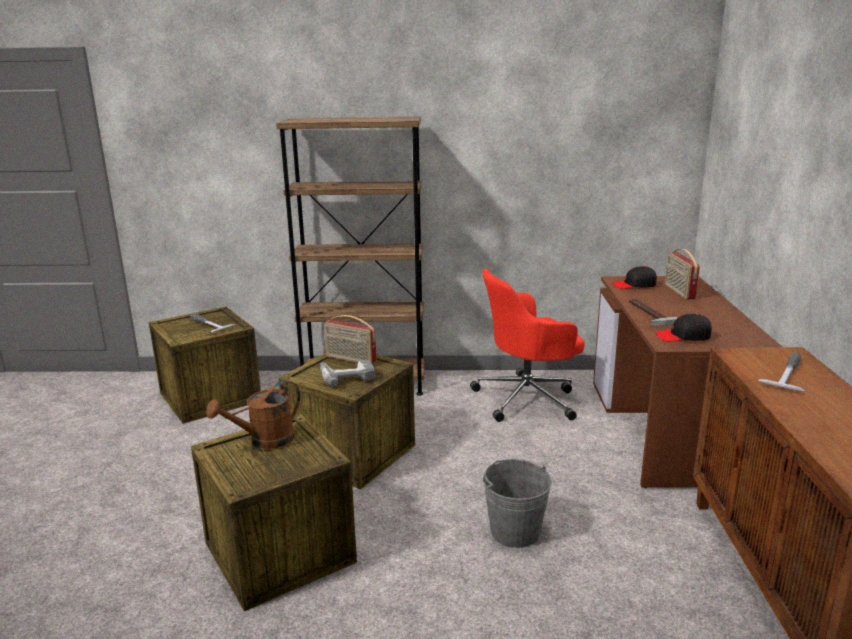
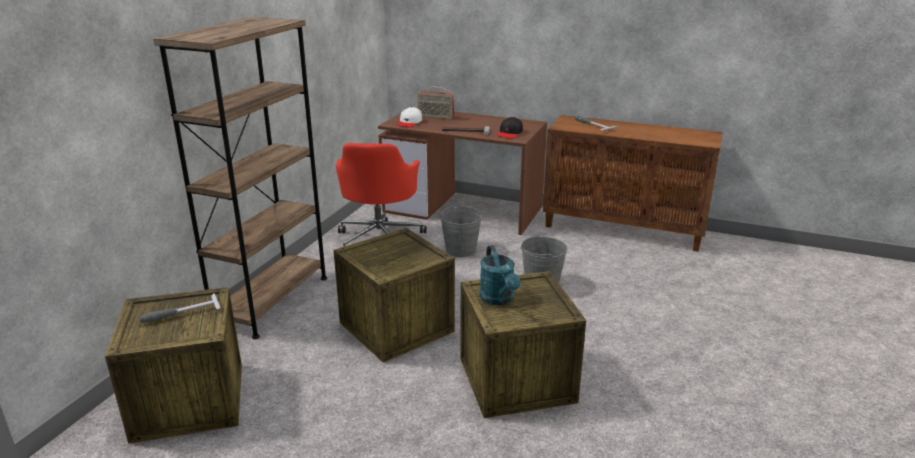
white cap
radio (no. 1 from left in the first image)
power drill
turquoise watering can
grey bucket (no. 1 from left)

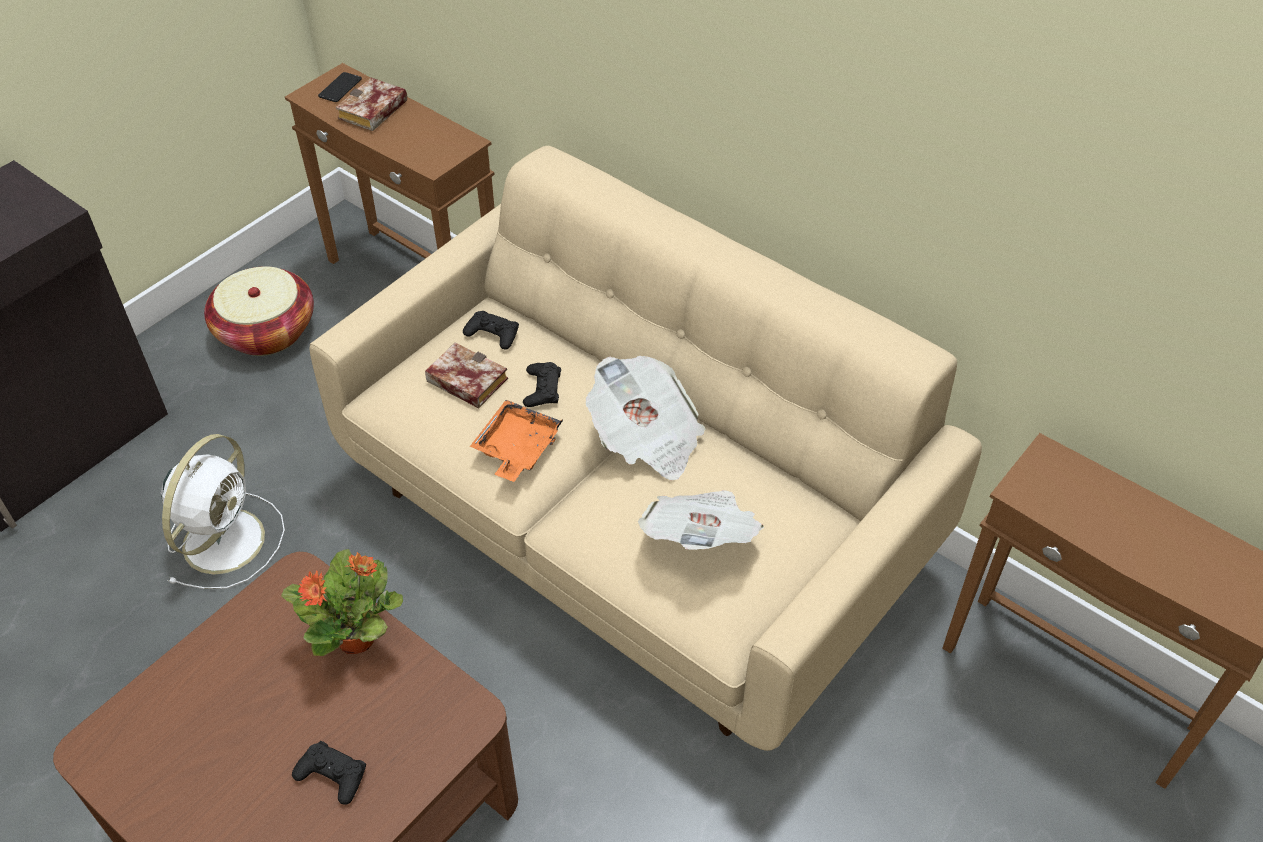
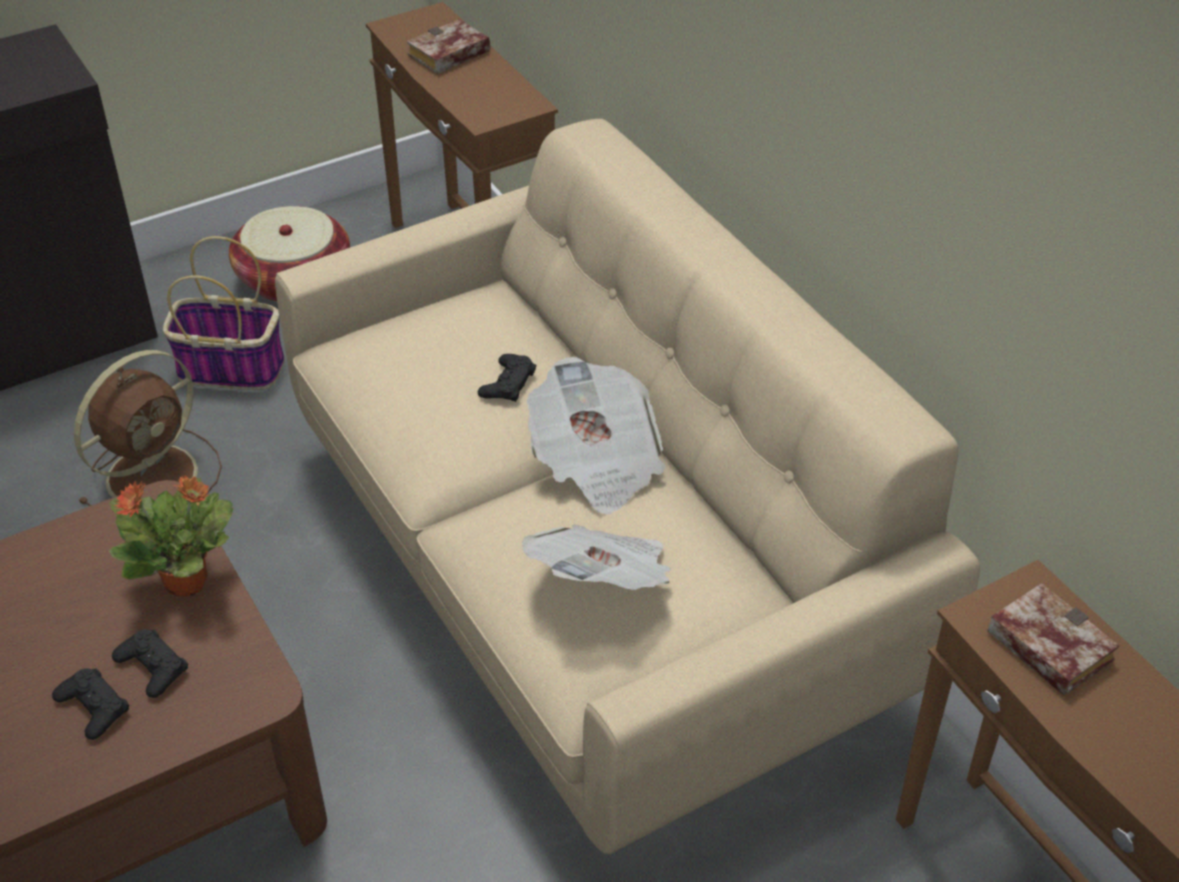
phone
black game controller (no. 2 from left)
book (no. 2 from left)
orange tray
brown fan
basket (no. 1 from left)

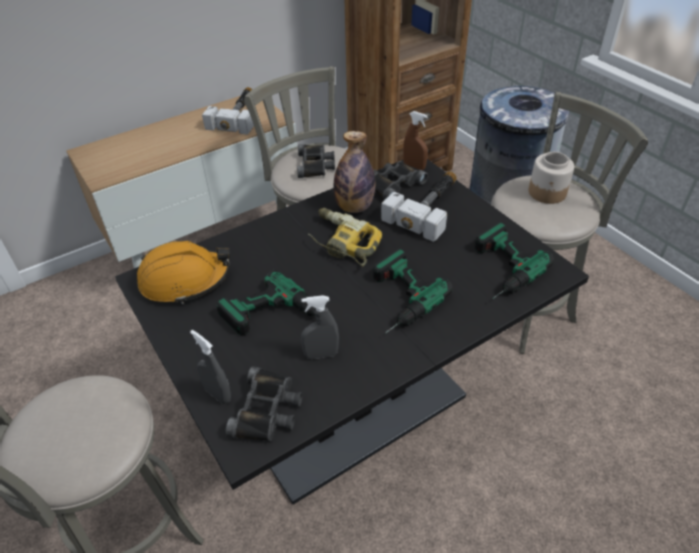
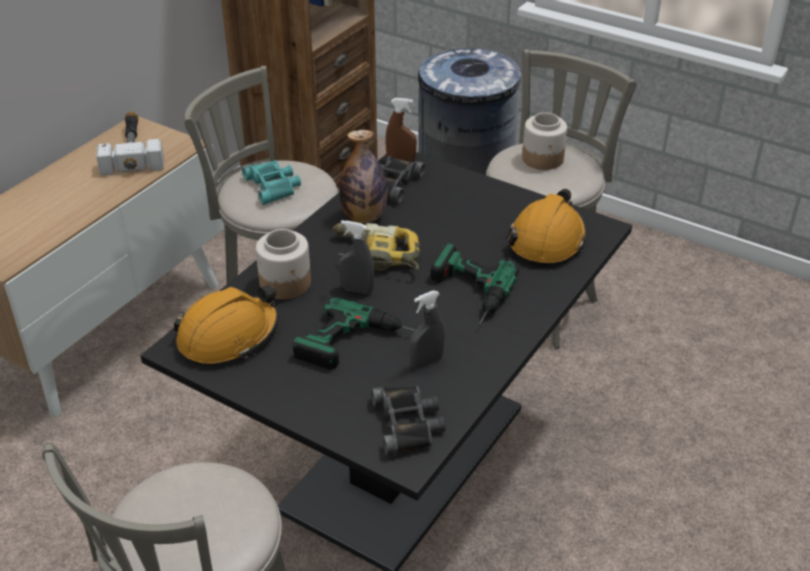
turquoise binoculars
hammer (no. 2 from left in the first image)
orange hard hat (no. 2 from left)
grey spray bottle (no. 1 from left)
jar (no. 1 from left)

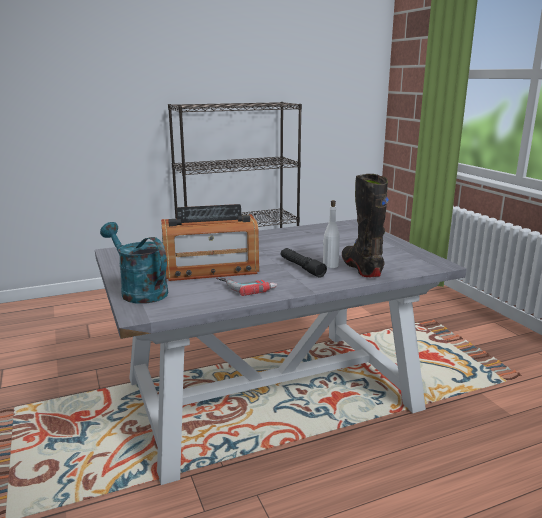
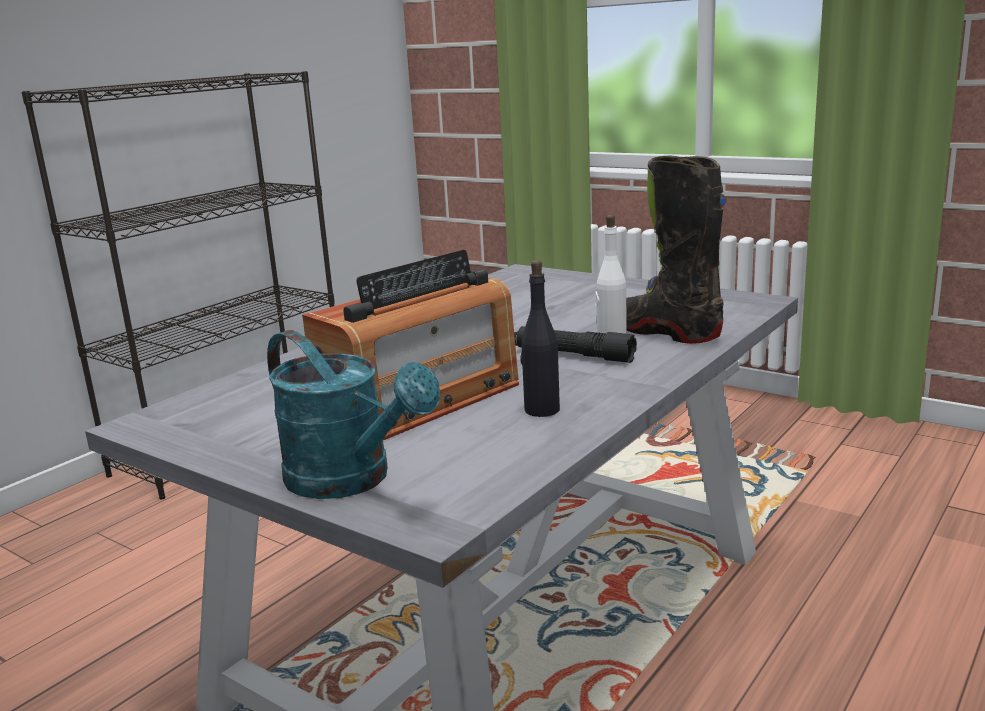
turquoise watering can
black bottle

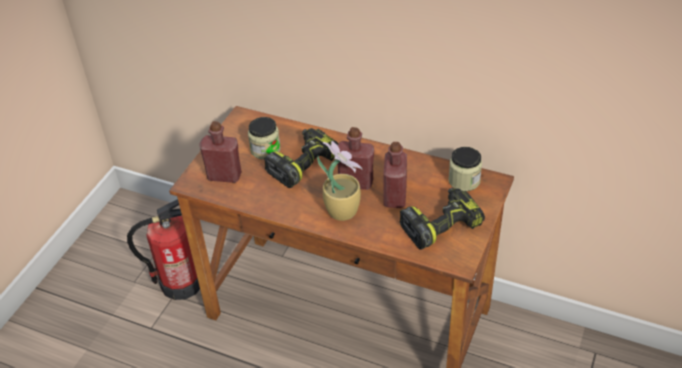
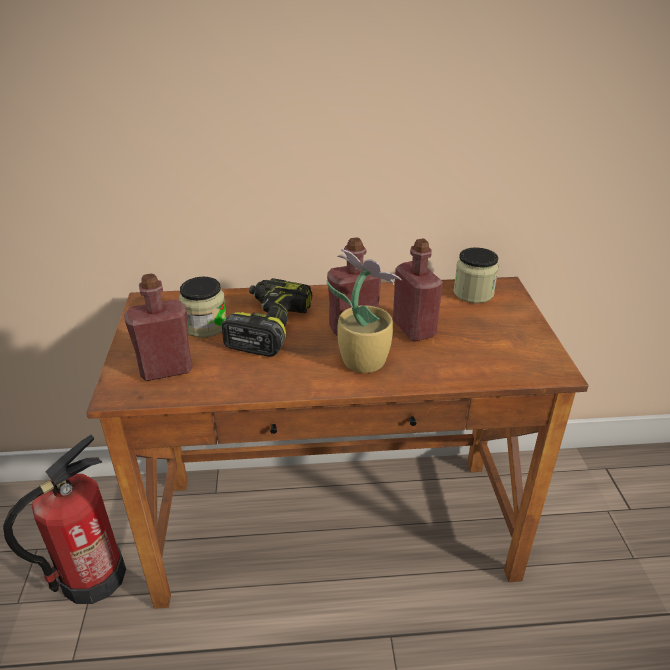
power drill (no. 2 from left in the first image)

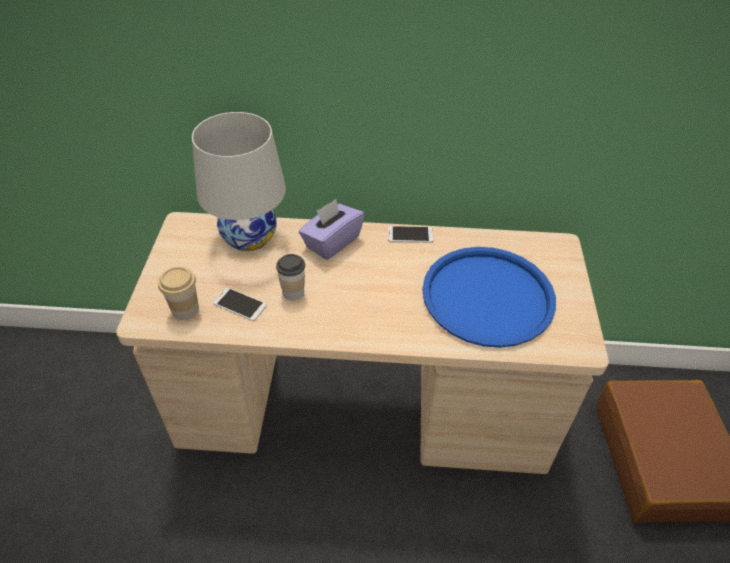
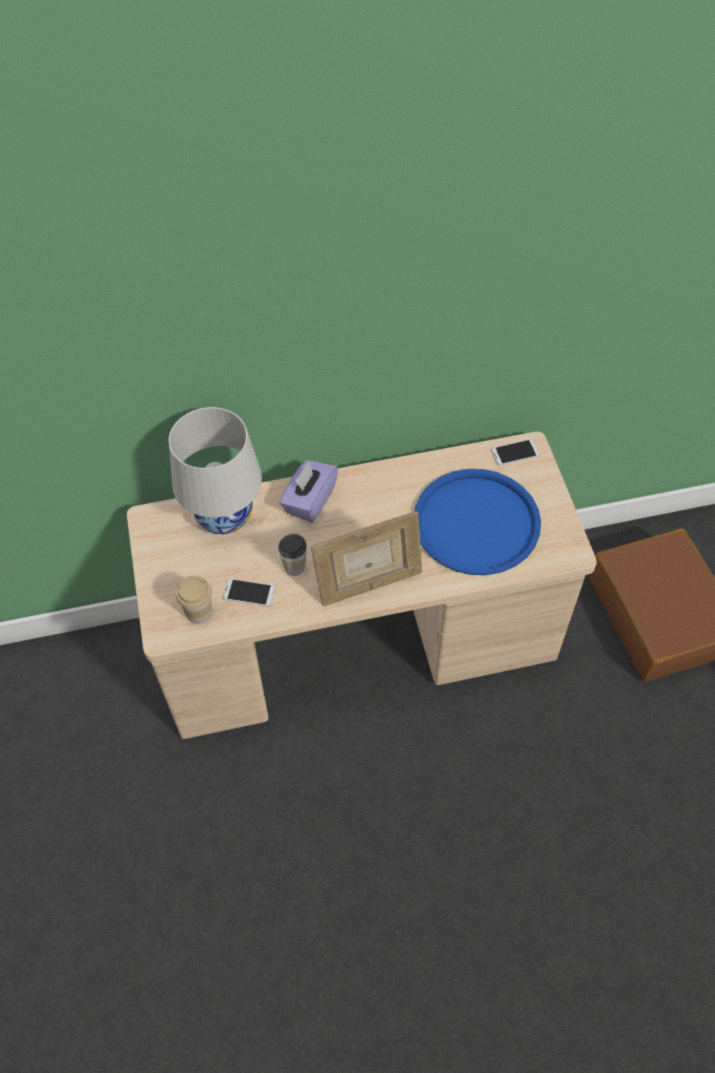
phone (no. 2 from left)
picture frame

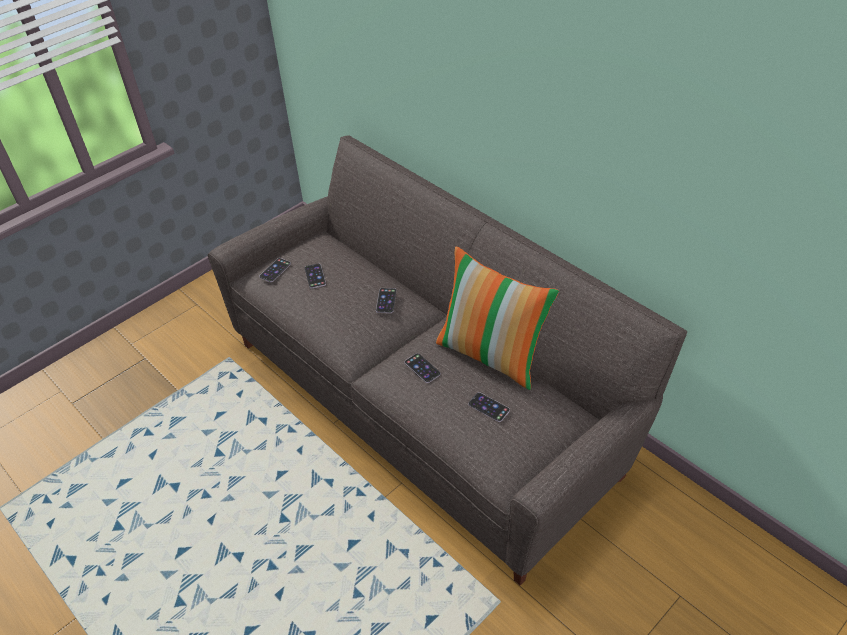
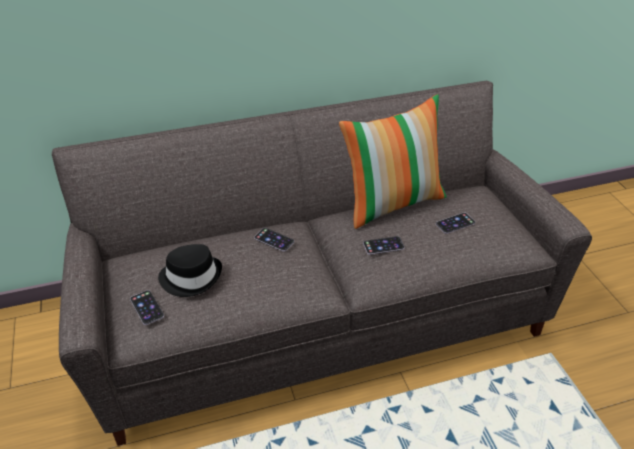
black hat

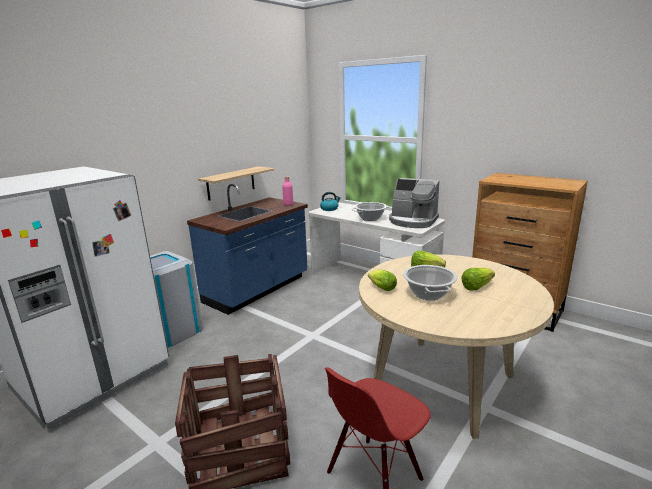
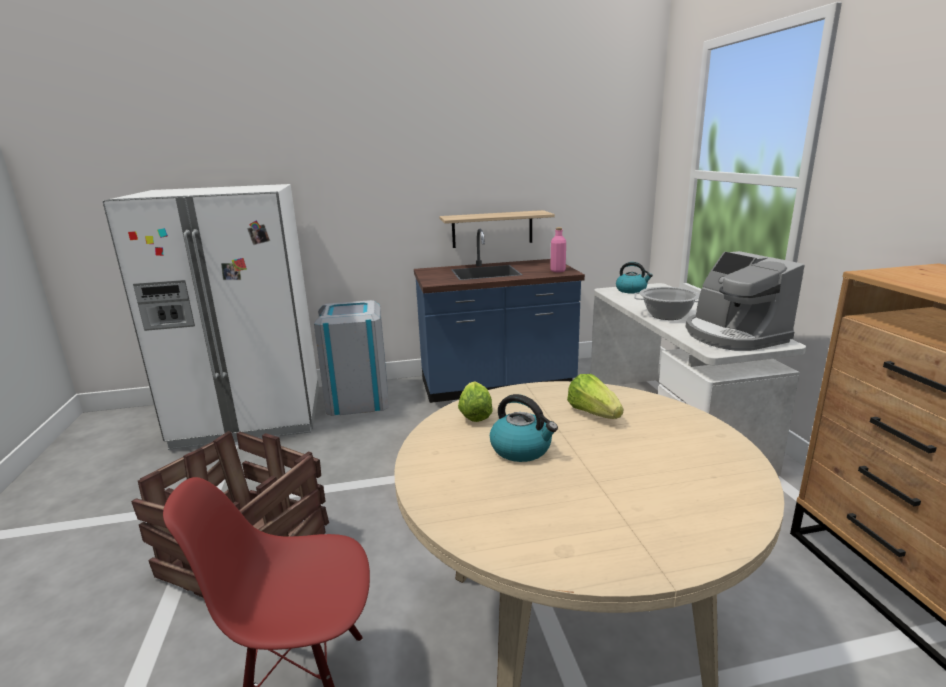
kettle (no. 1 from left)
lettuce (no. 3 from left in the first image)

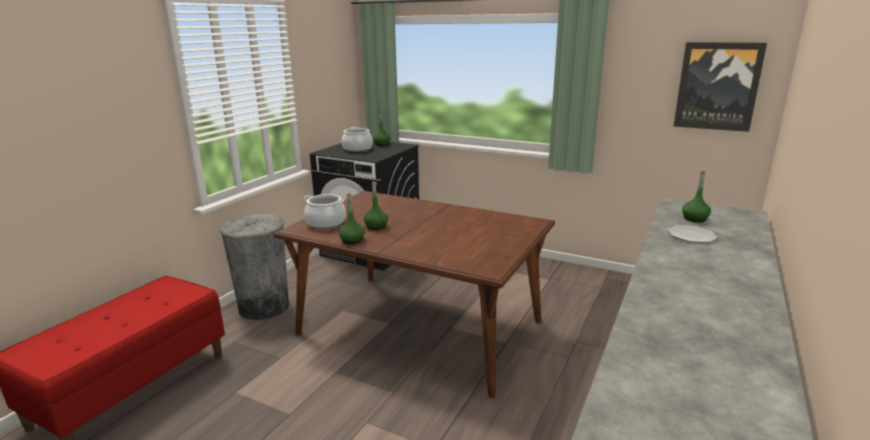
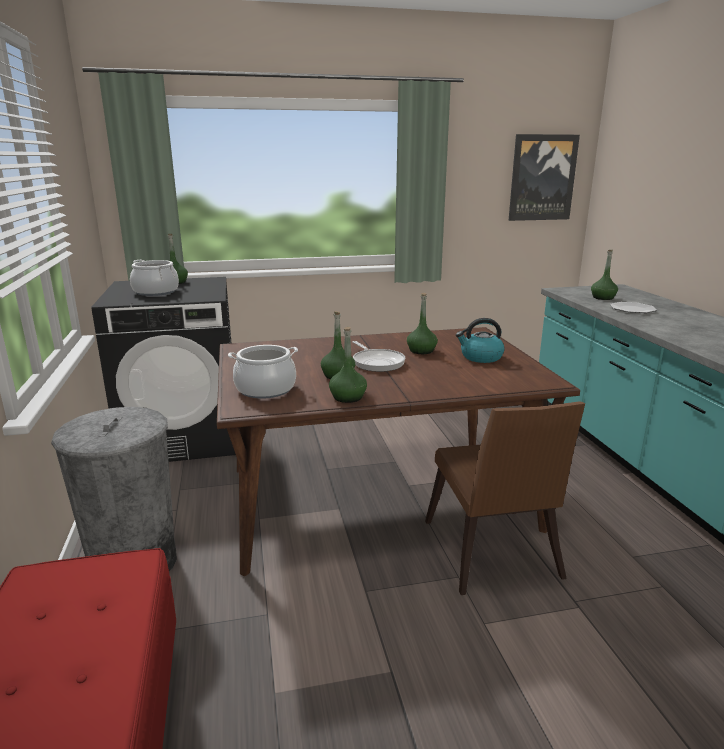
green bottle (no. 4 from left)
kettle
frying pan
brown chair

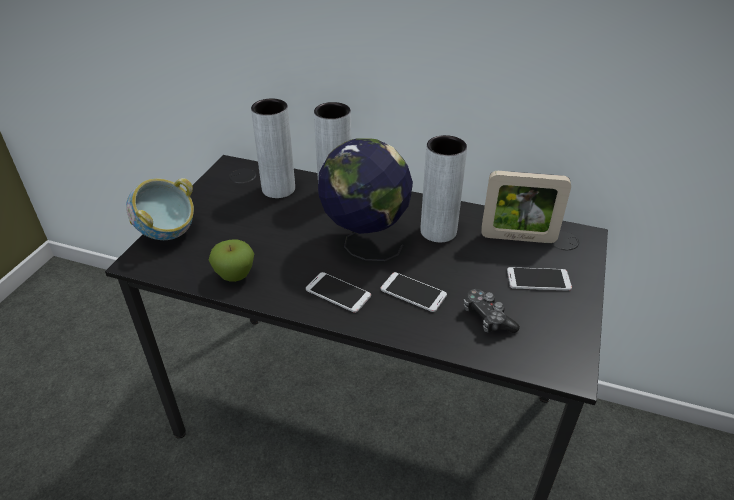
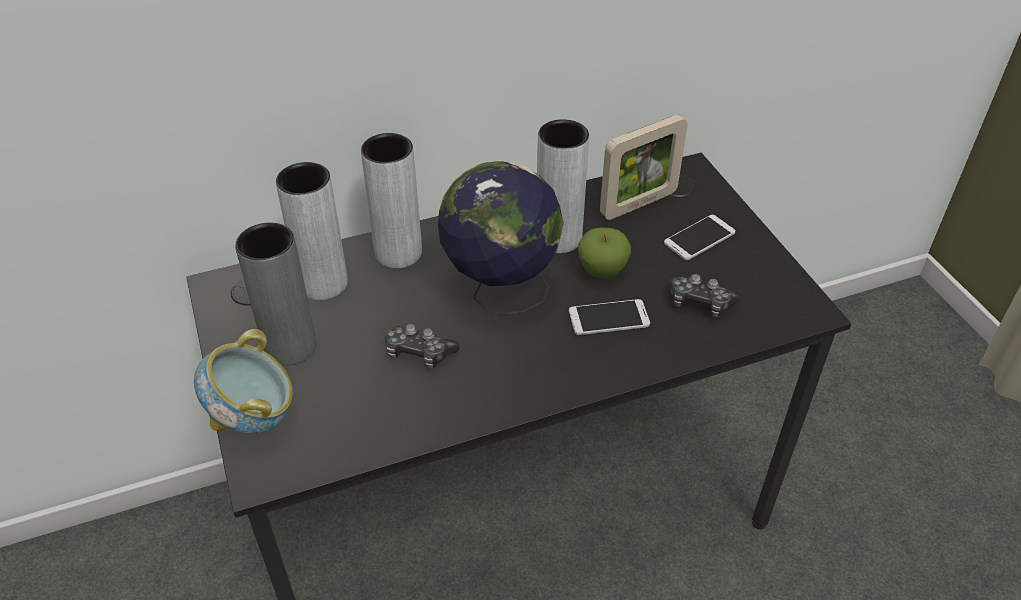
apple
phone (no. 1 from left in the first image)
grey vase (no. 1 from left)
game controller (no. 1 from left)

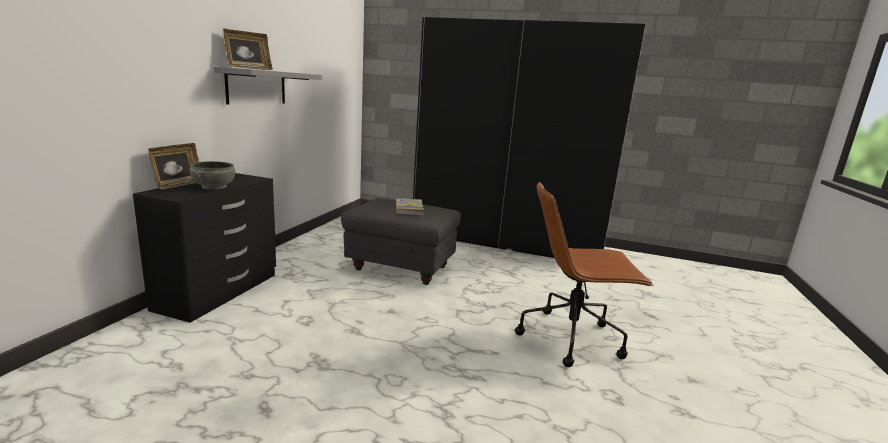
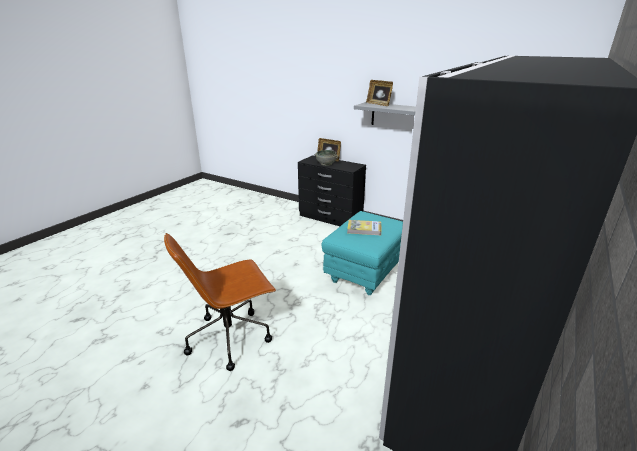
brown office chair
turquoise ottoman

